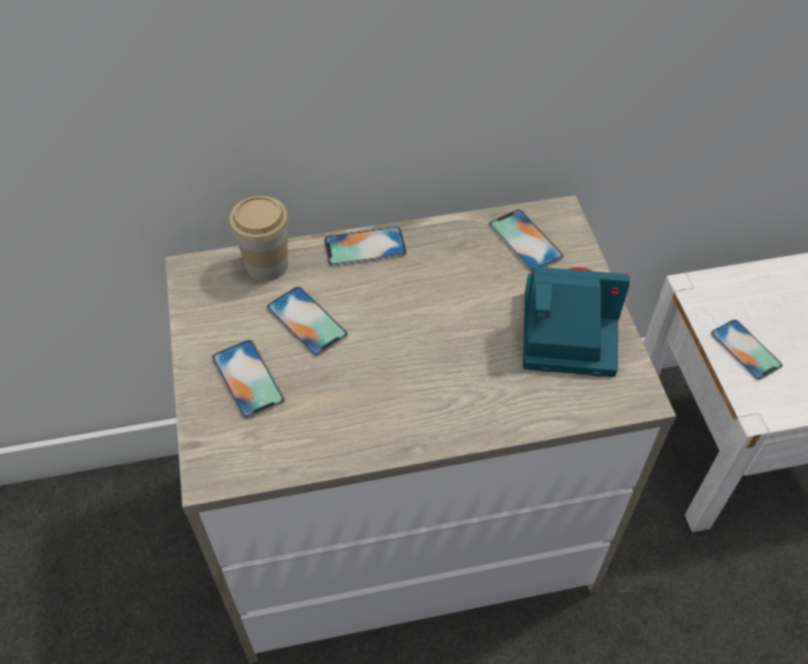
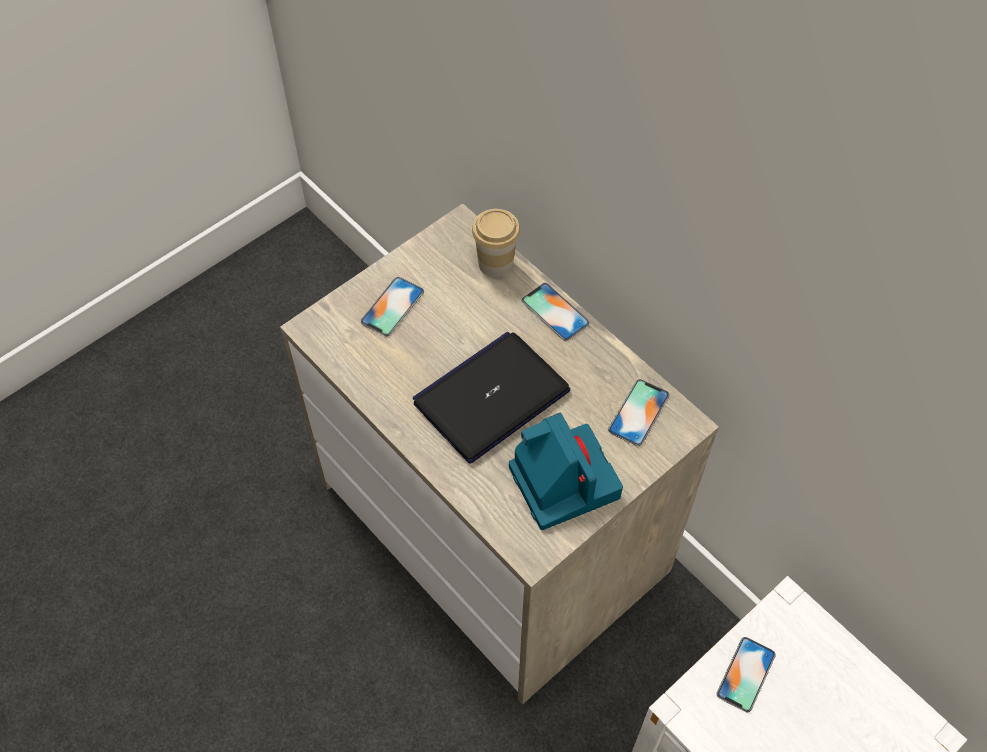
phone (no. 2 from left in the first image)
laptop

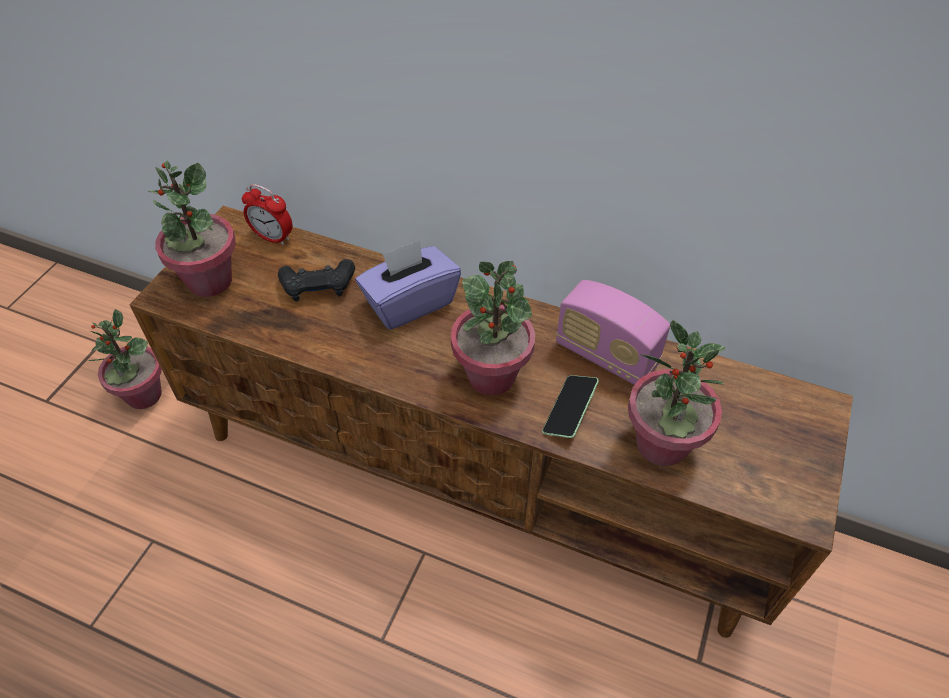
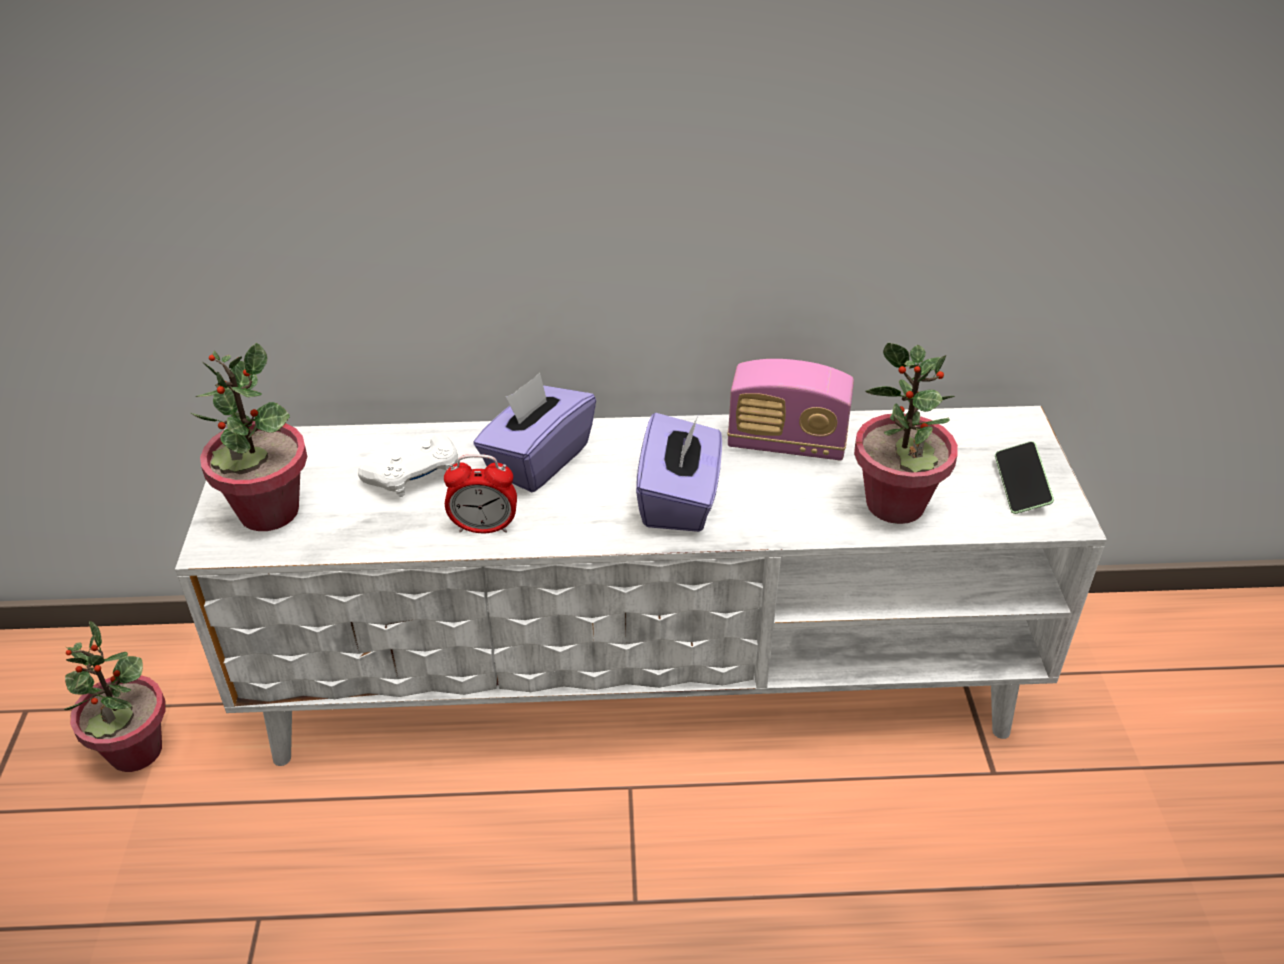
alarm clock
white tv stand
white game controller
purple tissue box (no. 2 from left)
phone

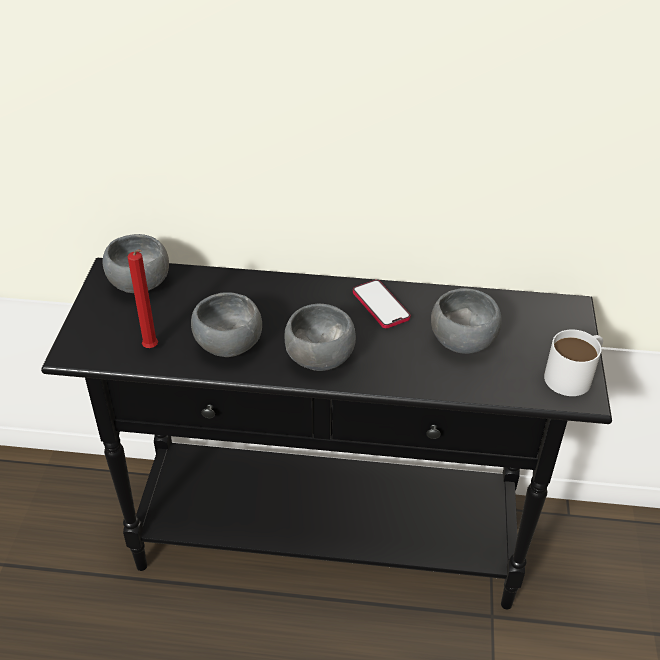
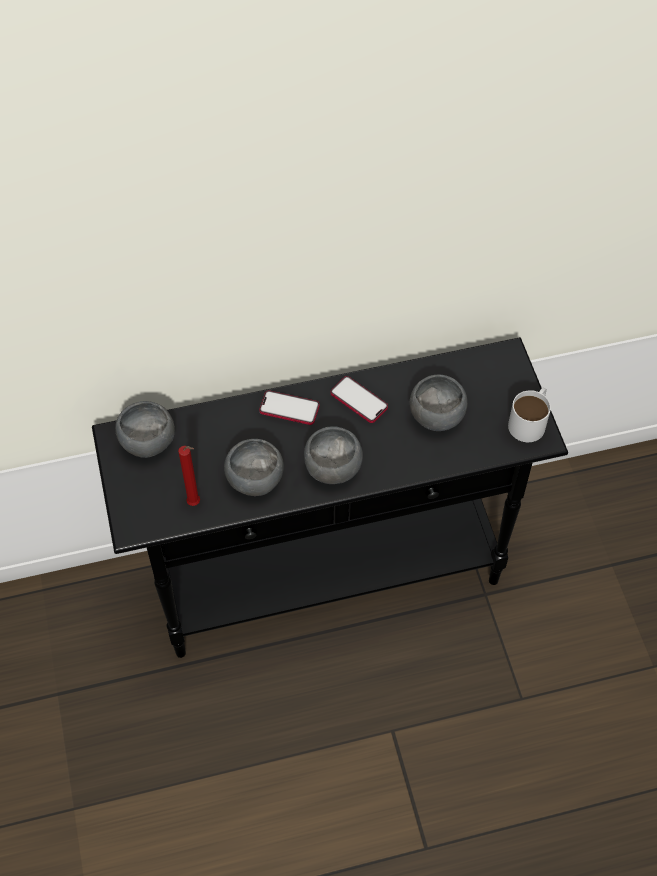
phone (no. 1 from left)

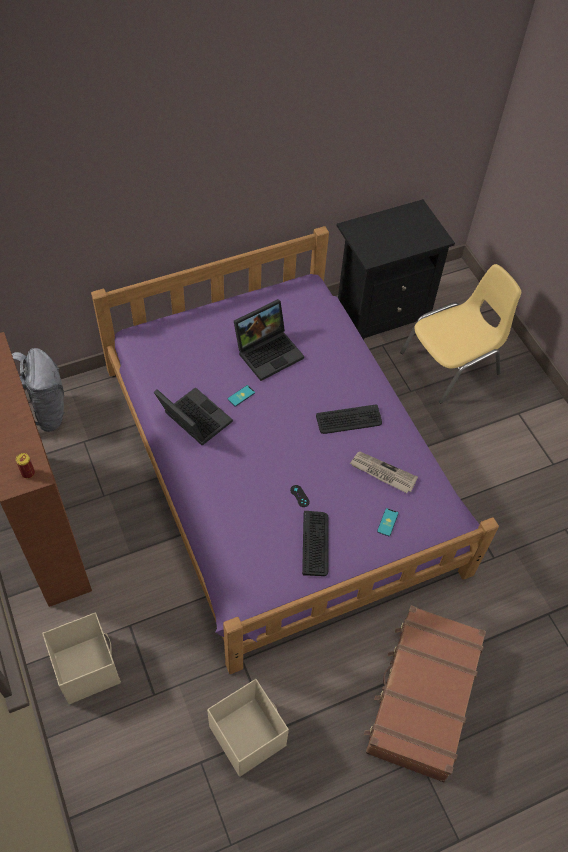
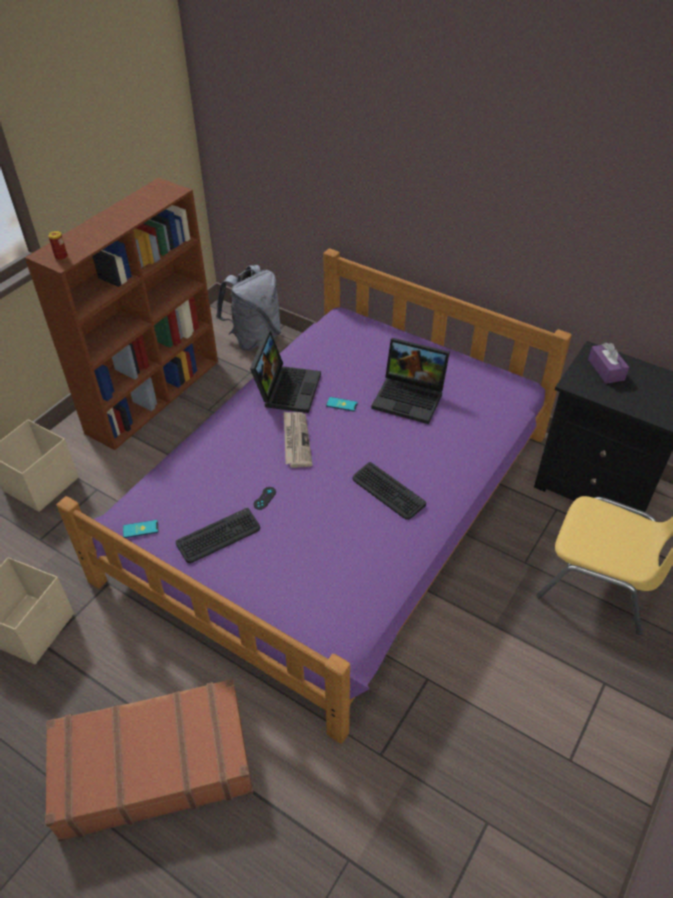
newspaper
phone (no. 1 from left)
purple tissue box

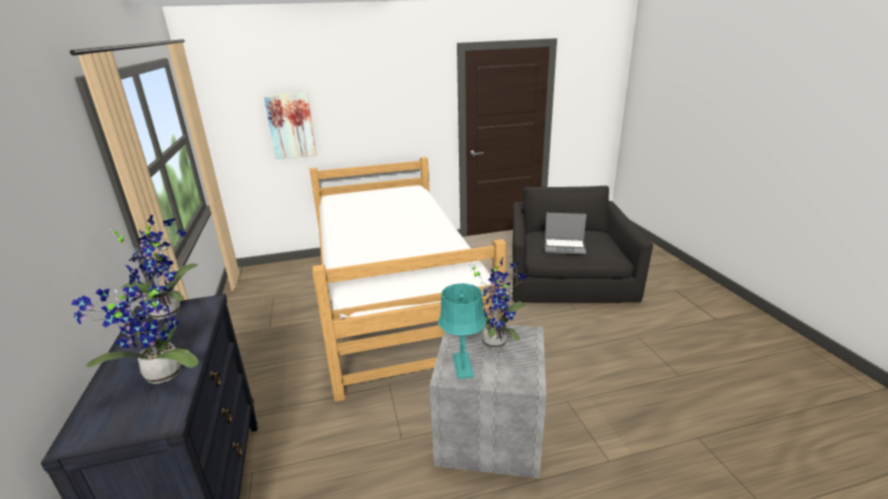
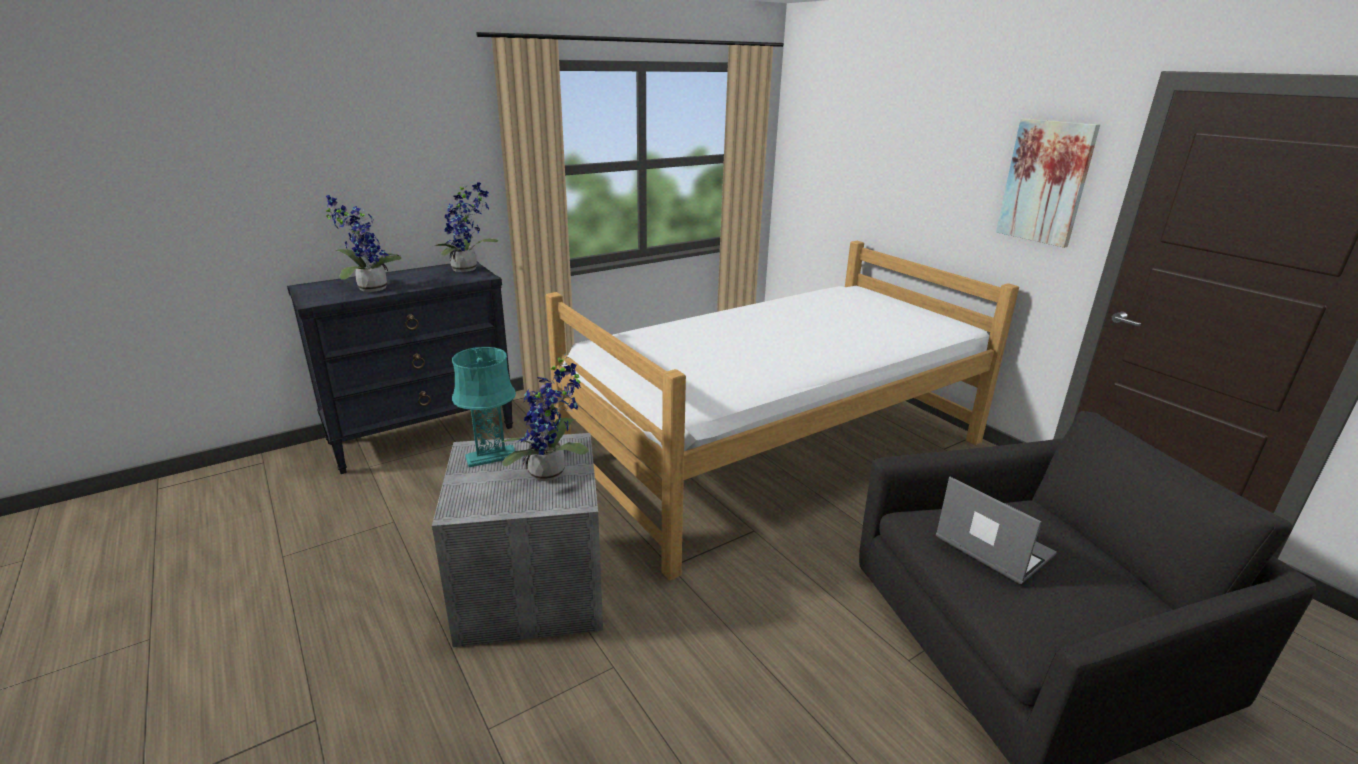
picture
laptop

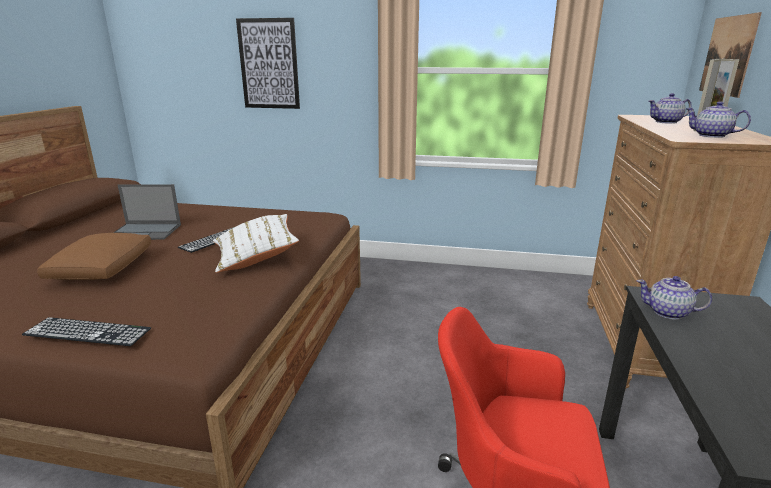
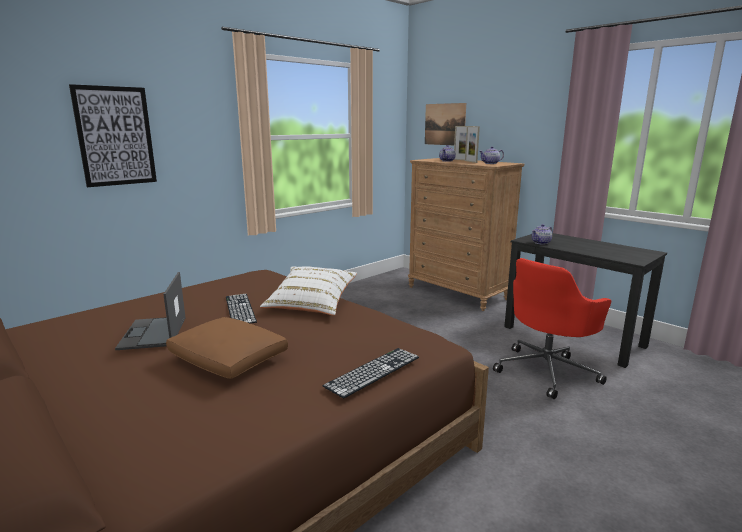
laptop

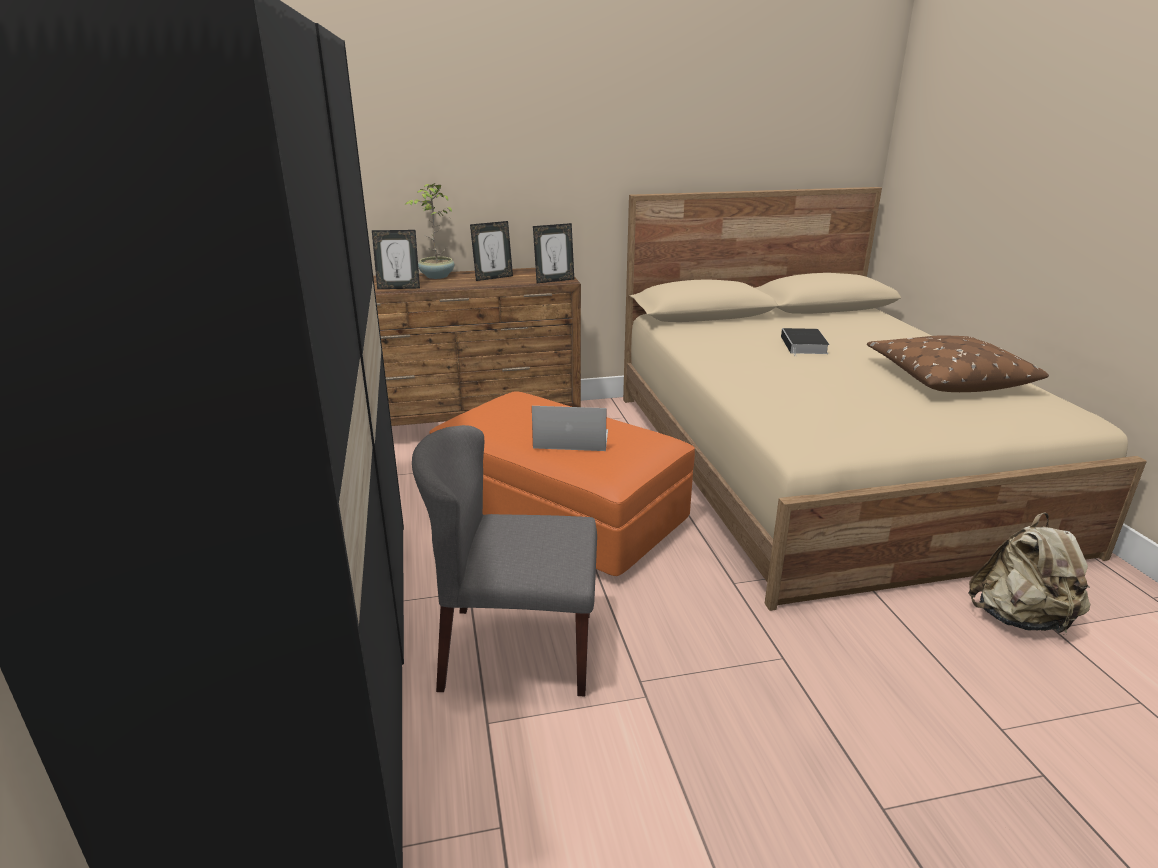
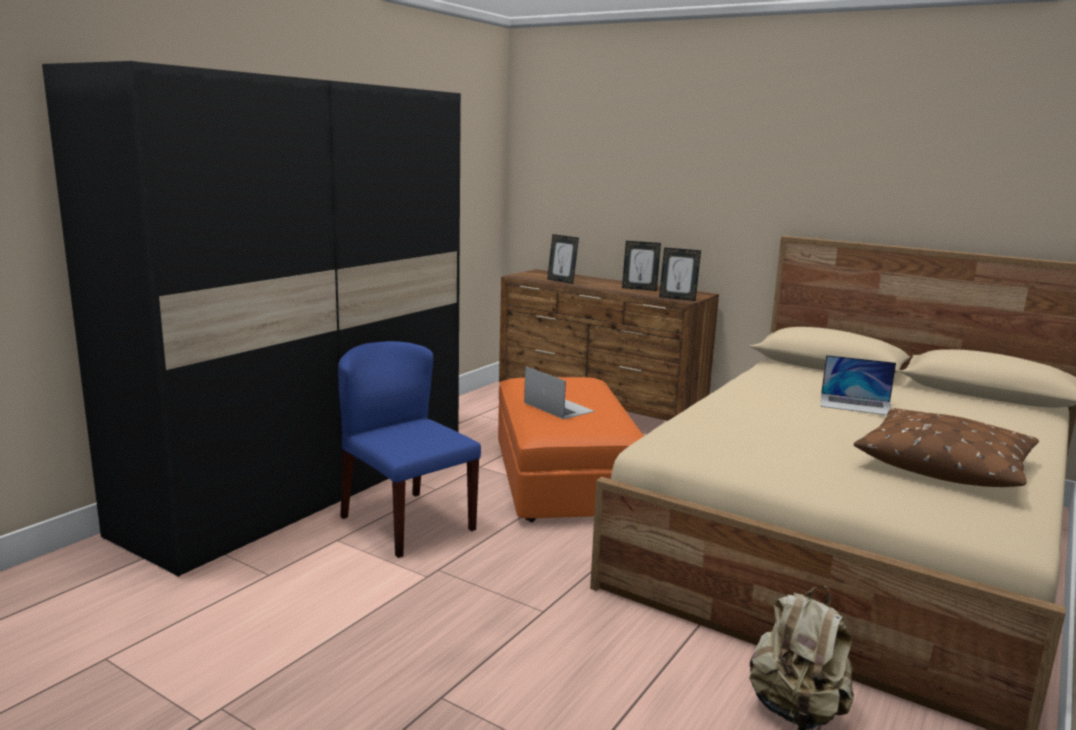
potted plant
laptop (no. 2 from left)
blue chair

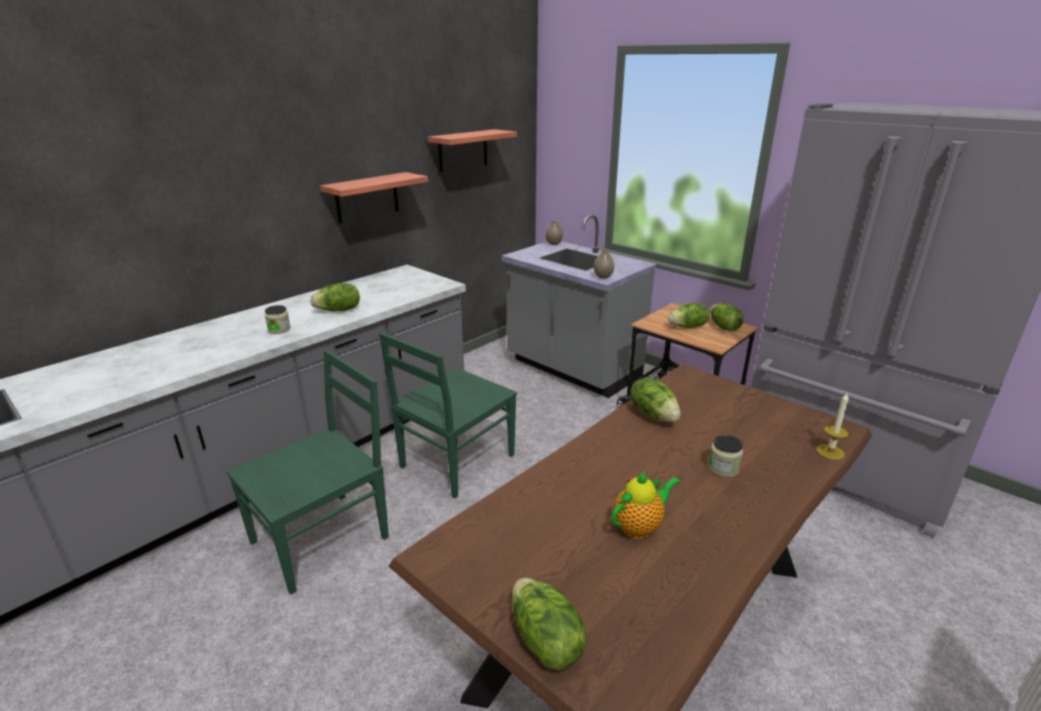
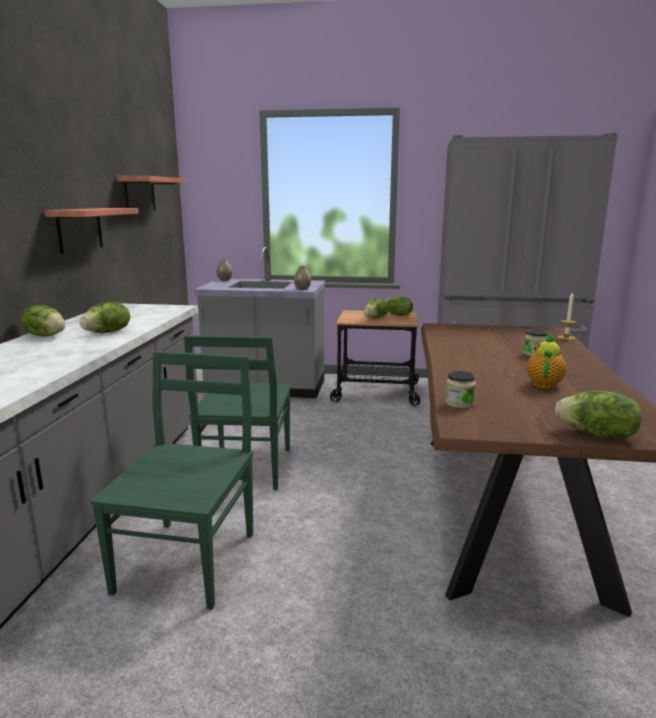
jar (no. 1 from left)
lettuce (no. 1 from left)

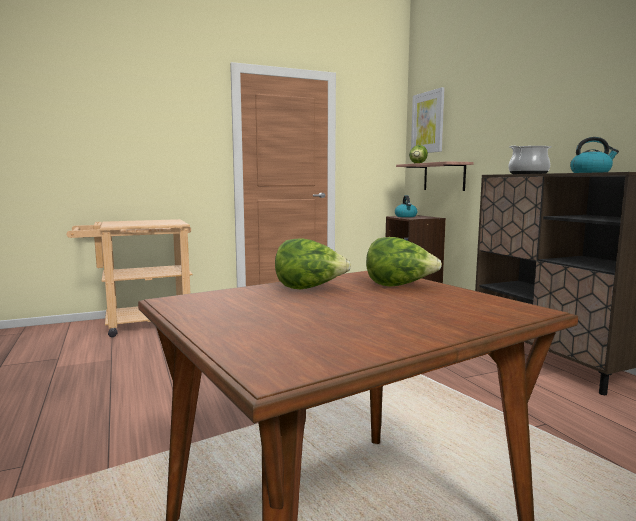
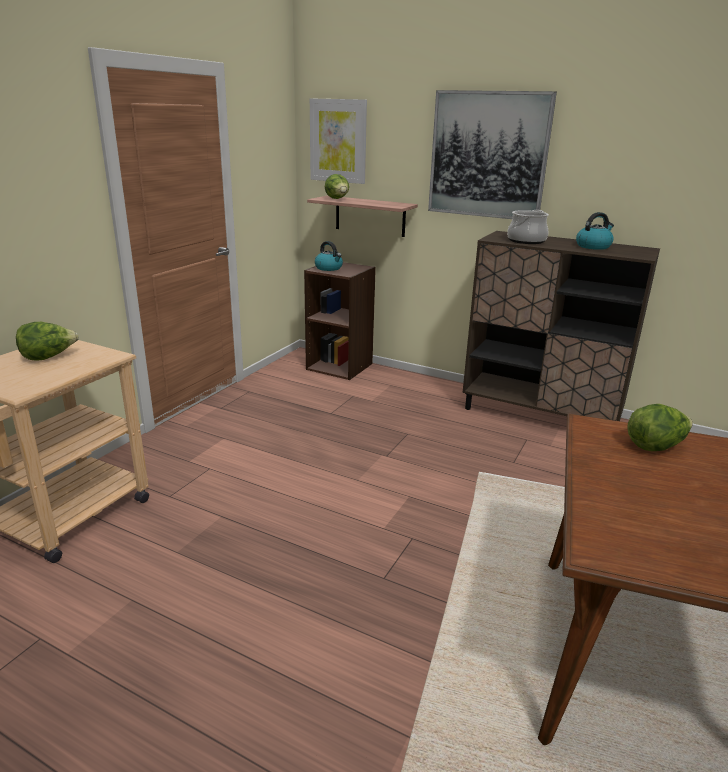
lettuce (no. 1 from left)
picture (no. 2 from left)

